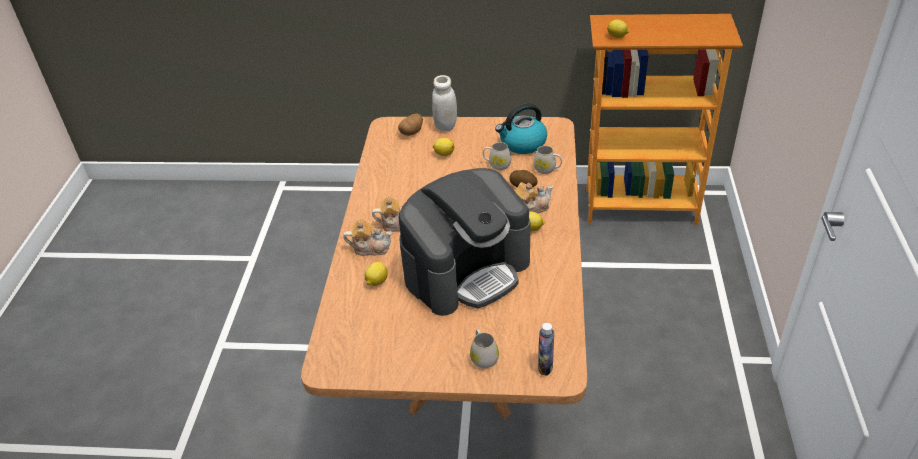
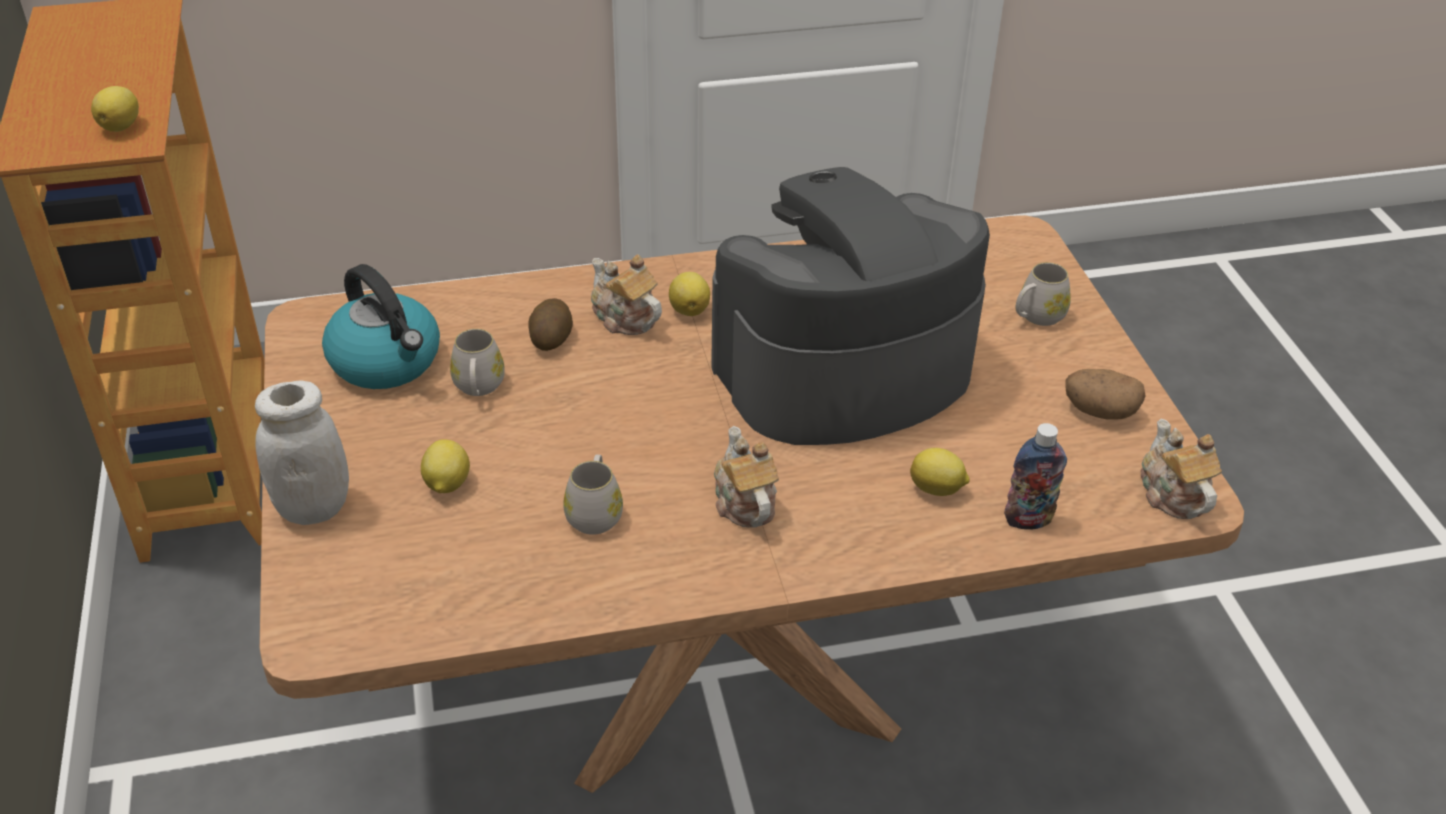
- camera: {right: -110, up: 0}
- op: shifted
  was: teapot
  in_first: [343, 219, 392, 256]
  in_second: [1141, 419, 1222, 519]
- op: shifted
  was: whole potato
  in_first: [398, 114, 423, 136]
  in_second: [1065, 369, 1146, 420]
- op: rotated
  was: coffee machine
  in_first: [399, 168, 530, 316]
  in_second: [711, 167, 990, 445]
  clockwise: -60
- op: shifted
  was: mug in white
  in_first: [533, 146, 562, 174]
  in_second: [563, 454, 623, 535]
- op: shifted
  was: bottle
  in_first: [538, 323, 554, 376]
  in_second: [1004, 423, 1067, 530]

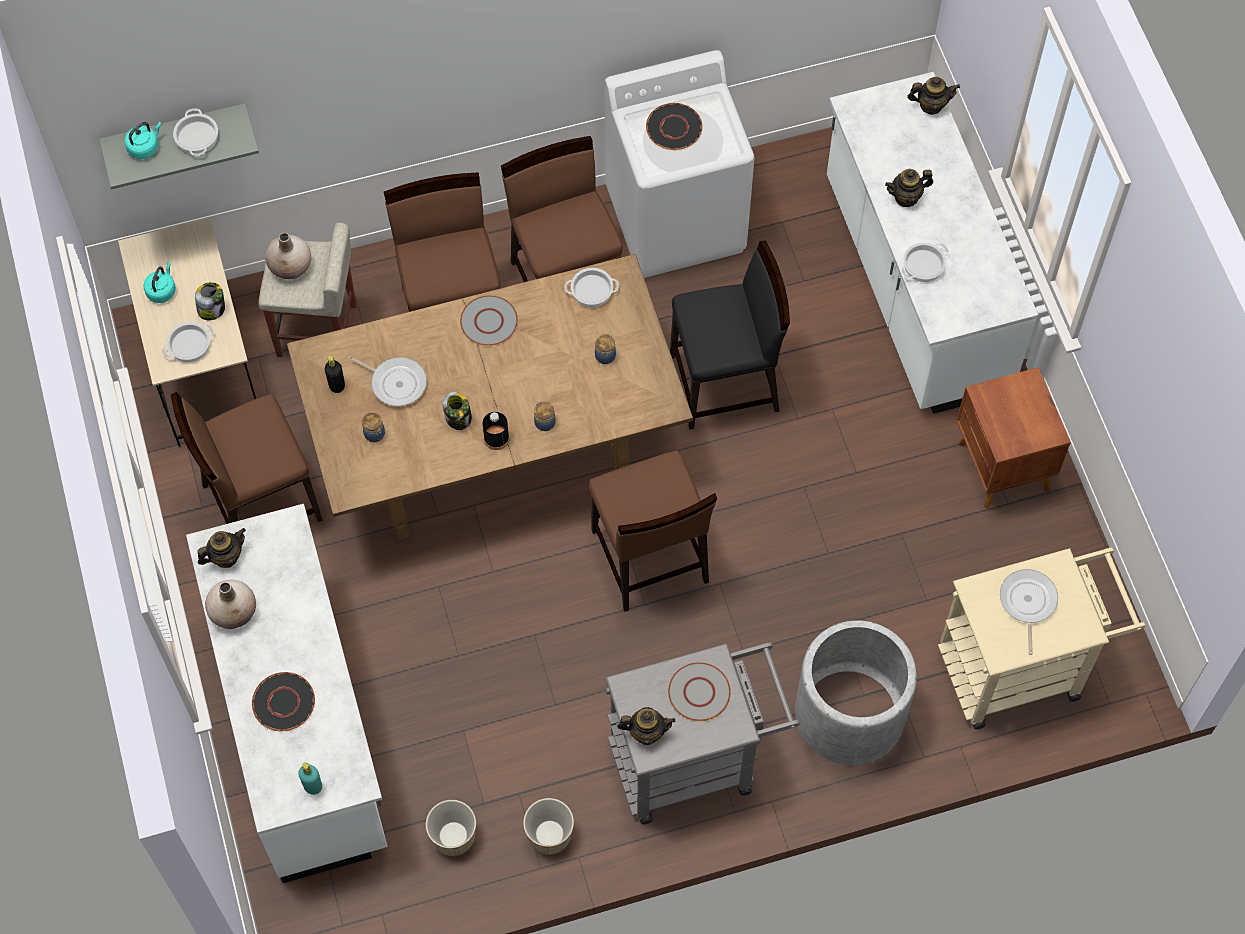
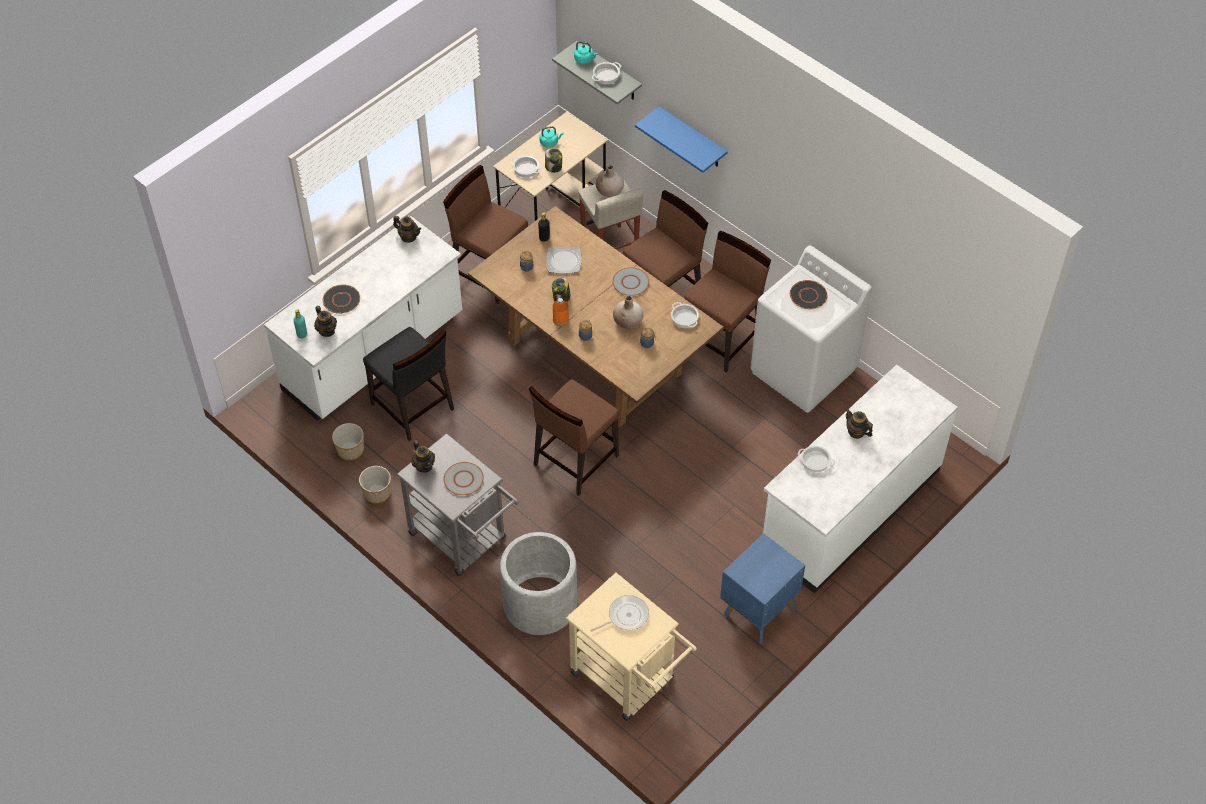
- camera: {right: 60, up: -10}
- op: shifted
  was: decorative vase in sand-coloured
  in_first: [205, 580, 256, 629]
  in_second: [613, 296, 643, 329]
- op: swapped
  was: skillet
  now: dinner plate
  in_first: [348, 356, 427, 406]
  in_second: [546, 247, 581, 274]
- op: repainted
  was: bottle in black-coloured
  now: bottle in orange
  in_first: [482, 412, 509, 450]
  in_second: [553, 298, 569, 326]
- op: shifted
  was: chair in black-coloured
  in_first: [670, 241, 790, 430]
  in_second: [363, 327, 454, 441]
- op: shifted
  was: teapot
  in_first: [907, 77, 960, 115]
  in_second: [314, 306, 337, 337]
- op: repainted
  was: night table in brownish
  now: night table in blue
  in_first: [957, 367, 1071, 509]
  in_second: [720, 533, 805, 644]
- op: new
  now: bracket shelf in blue
  in_second: [635, 106, 727, 173]

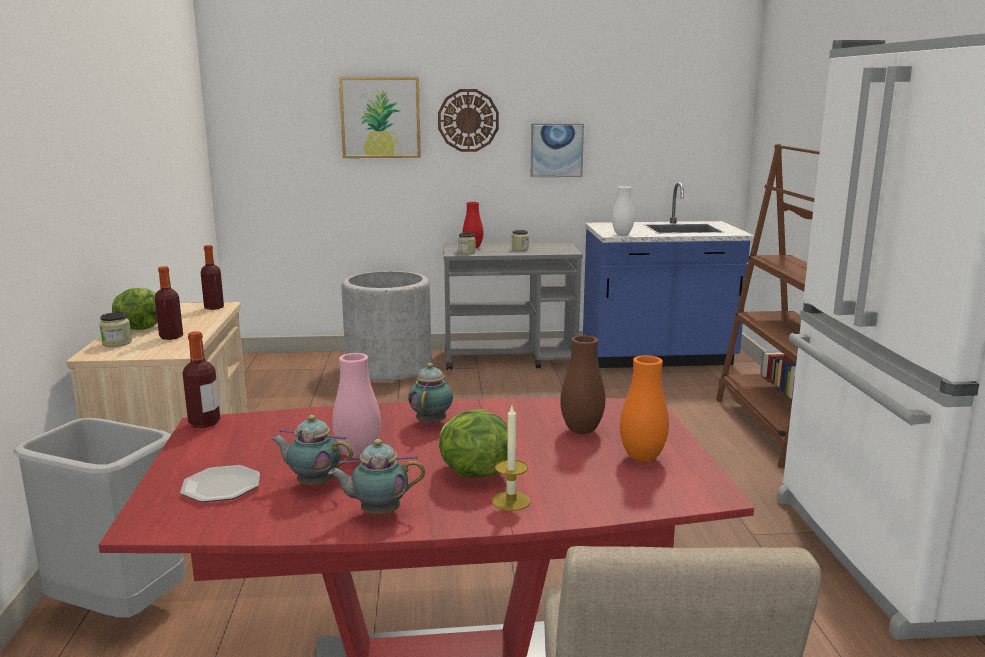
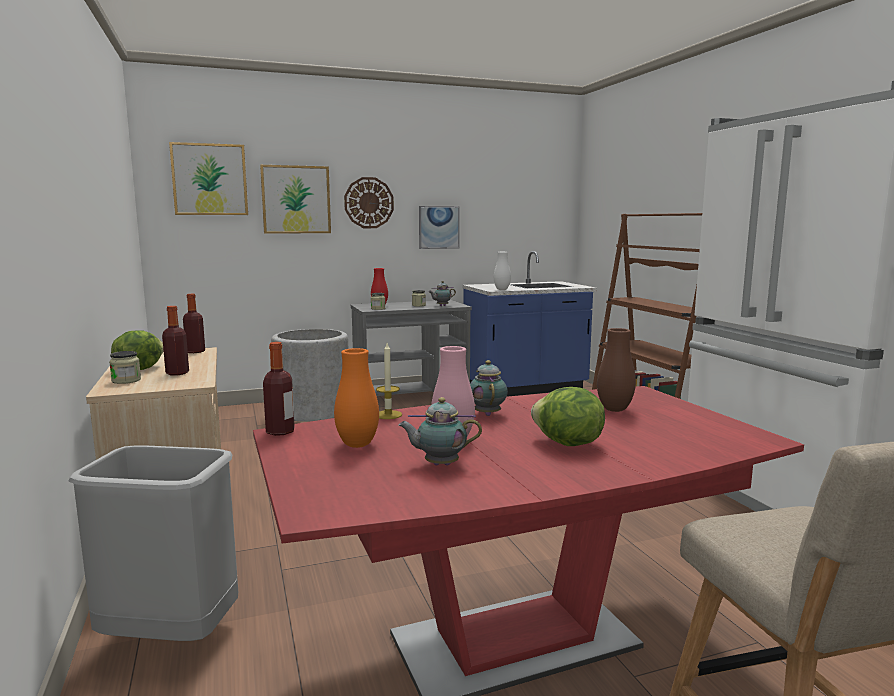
- camera: {right: -15, up: -5}
- op: gone
  was: dinner plate
  in_first: [180, 465, 260, 502]
- op: shifted
  was: teapot
  in_first: [328, 439, 425, 514]
  in_second: [428, 281, 456, 306]
- op: shifted
  was: wax light
  in_first: [492, 406, 531, 511]
  in_second: [376, 343, 402, 419]
- op: shifted
  was: decorative vase in orange
  in_first: [620, 355, 669, 462]
  in_second: [334, 348, 379, 448]
- op: new
  now: picture
  in_second: [169, 142, 248, 215]

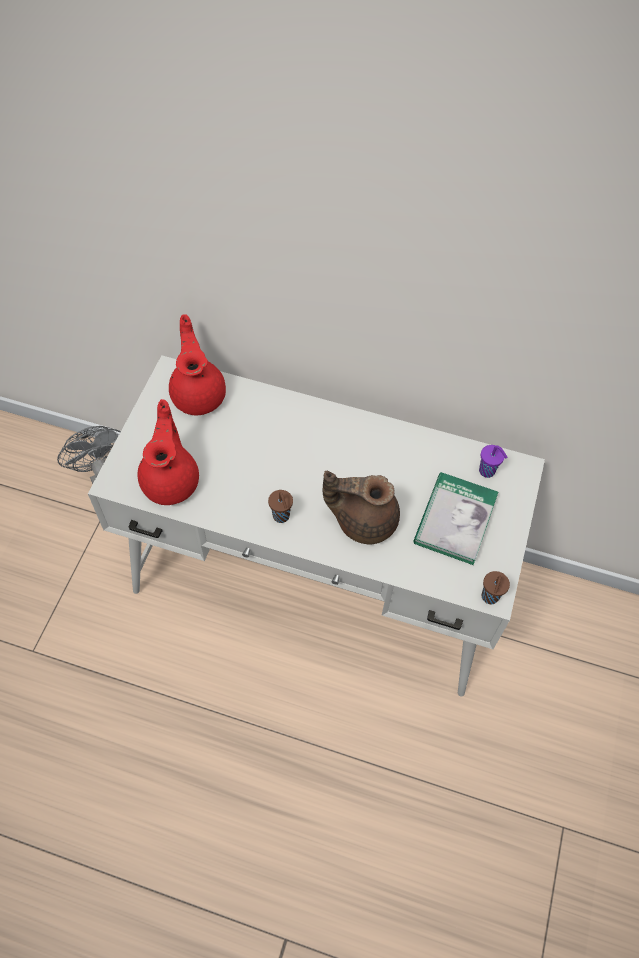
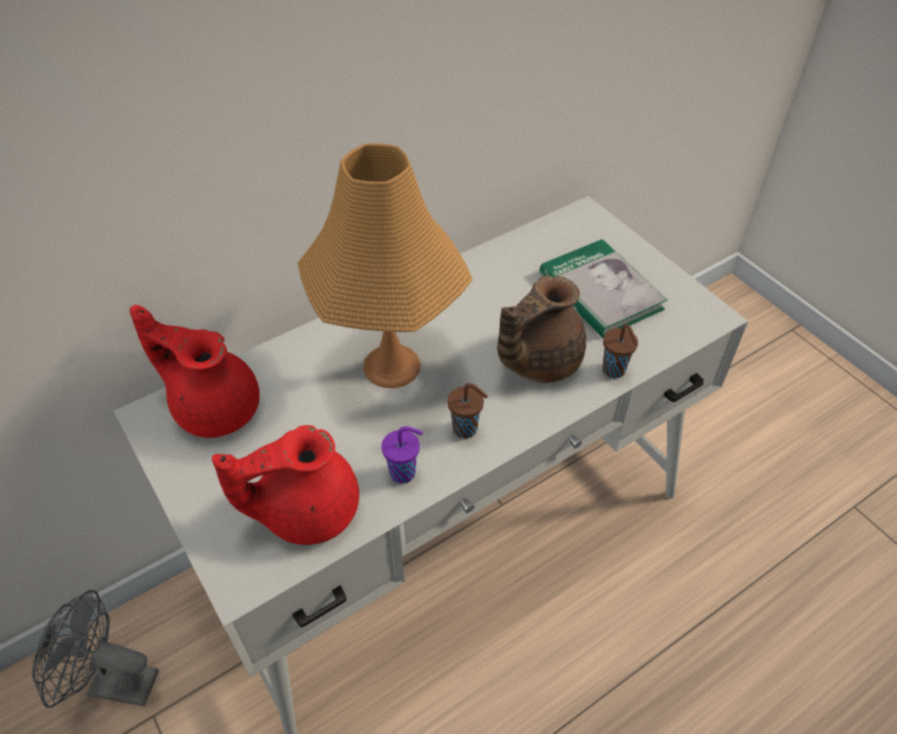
- camera: {right: -50, up: -10}
- op: rotated
  was: teapot in red
  in_first: [137, 399, 199, 505]
  in_second: [212, 425, 359, 545]
  clockwise: -60
- op: shifted
  was: cup in purple-coloured
  in_first: [479, 445, 507, 478]
  in_second: [381, 426, 423, 484]
- op: shifted
  was: cup in brownish
  in_first: [482, 571, 510, 604]
  in_second: [602, 324, 638, 378]
- op: new
  now: lamp for a table in orange
  in_second: [298, 143, 473, 388]

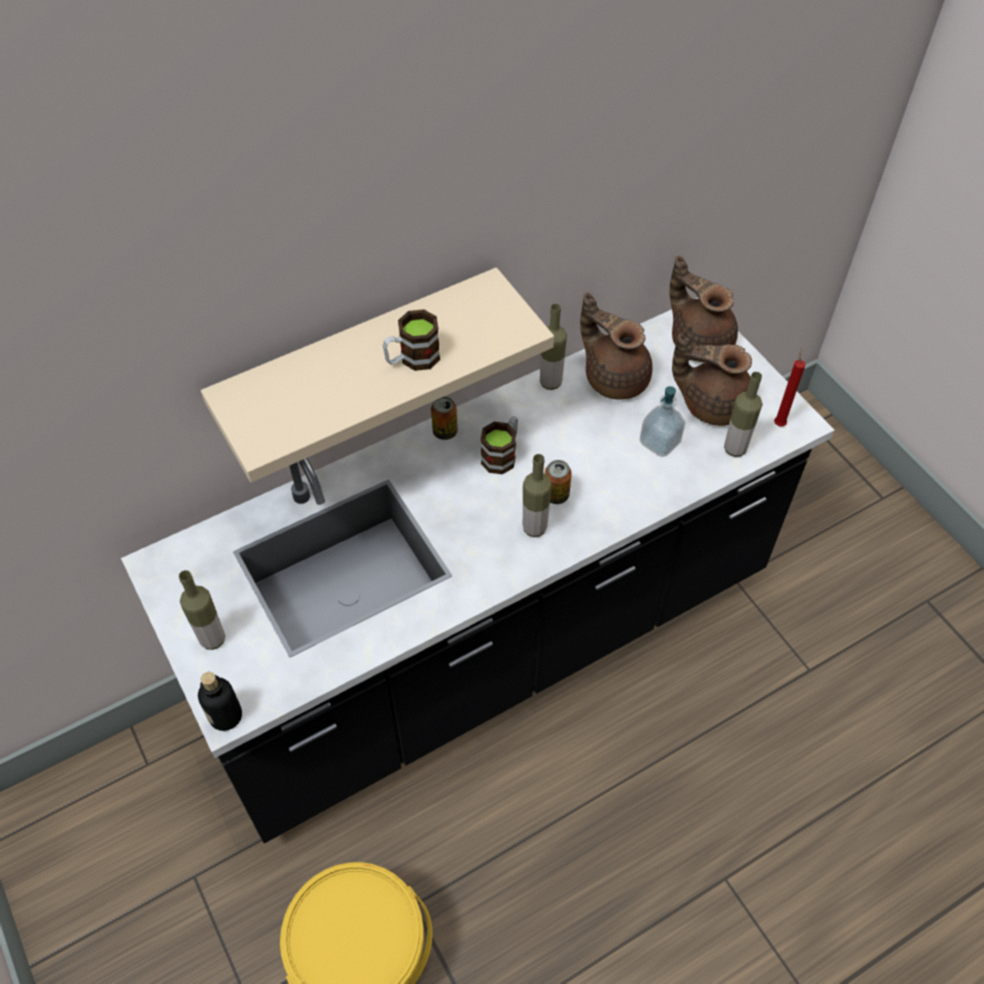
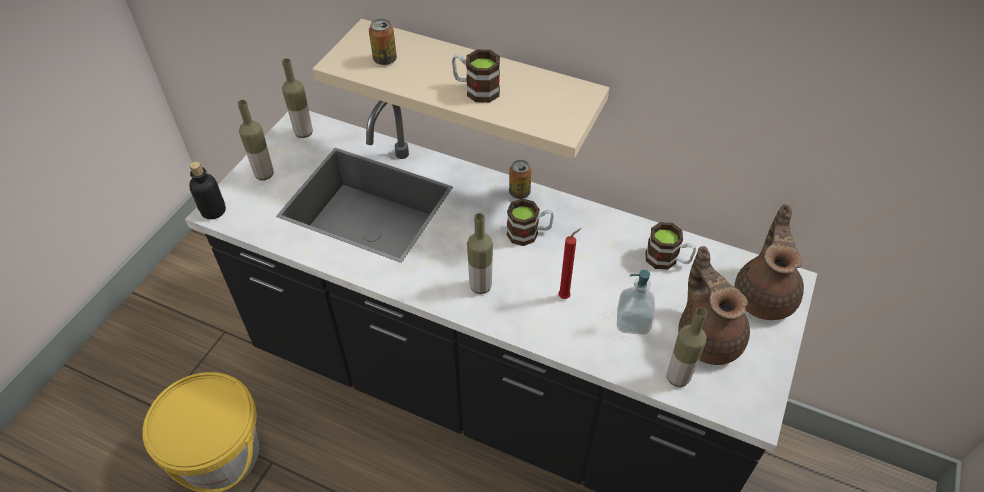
- camera: {right: 55, up: -5}
- op: shifted
  was: bottle
  in_first: [540, 304, 567, 390]
  in_second: [282, 58, 313, 138]
- op: shifted
  was: sealed can
  in_first: [545, 460, 572, 504]
  in_second: [369, 18, 397, 65]
- op: swapped
  was: teapot in brownish
  now: mug
  in_first: [580, 292, 652, 400]
  in_second: [645, 222, 696, 270]
- op: shifted
  was: wax light in red
  in_first: [774, 348, 806, 427]
  in_second: [558, 228, 581, 299]

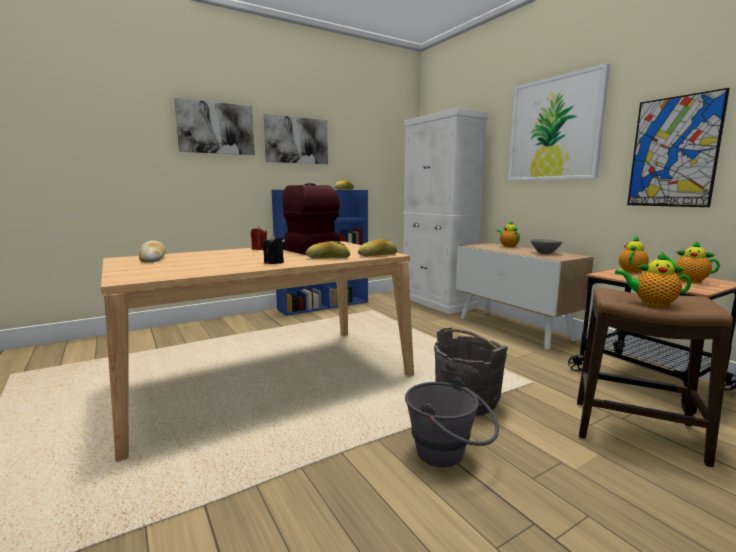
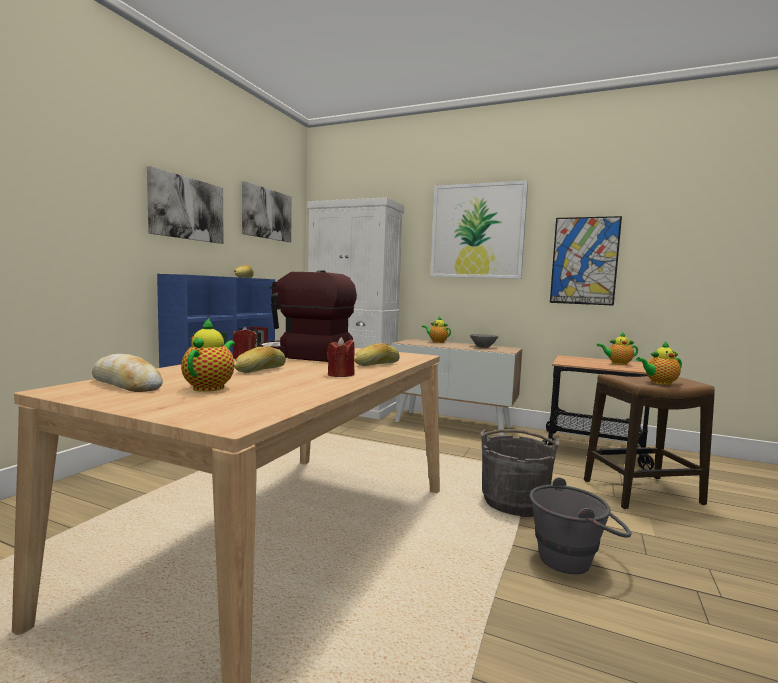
- camera: {right: -35, up: -5}
- op: shifted
  was: picture
  in_first: [174, 98, 255, 155]
  in_second: [242, 181, 292, 242]
- op: repainted
  was: wax light in black-coloured
  now: wax light in red
  in_first: [263, 234, 284, 264]
  in_second: [327, 337, 355, 377]
- op: shifted
  was: bakery bread
  in_first: [358, 239, 397, 256]
  in_second: [235, 346, 286, 373]
- op: shifted
  was: teapot
  in_first: [619, 236, 649, 273]
  in_second: [181, 319, 235, 392]

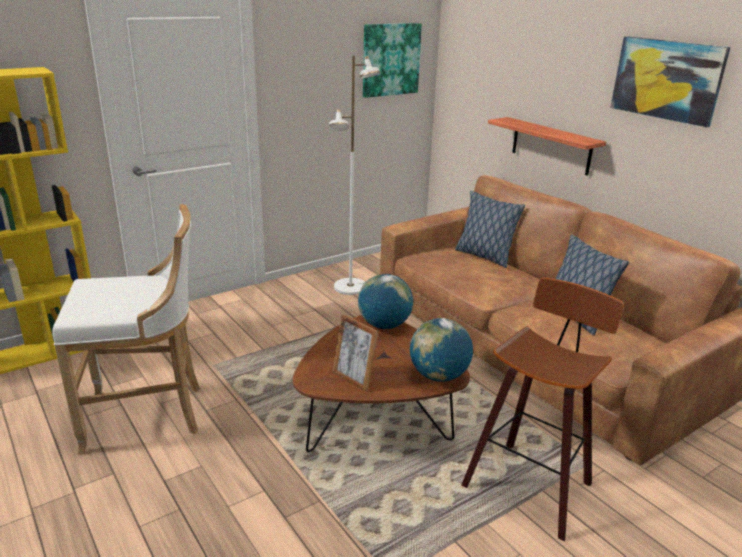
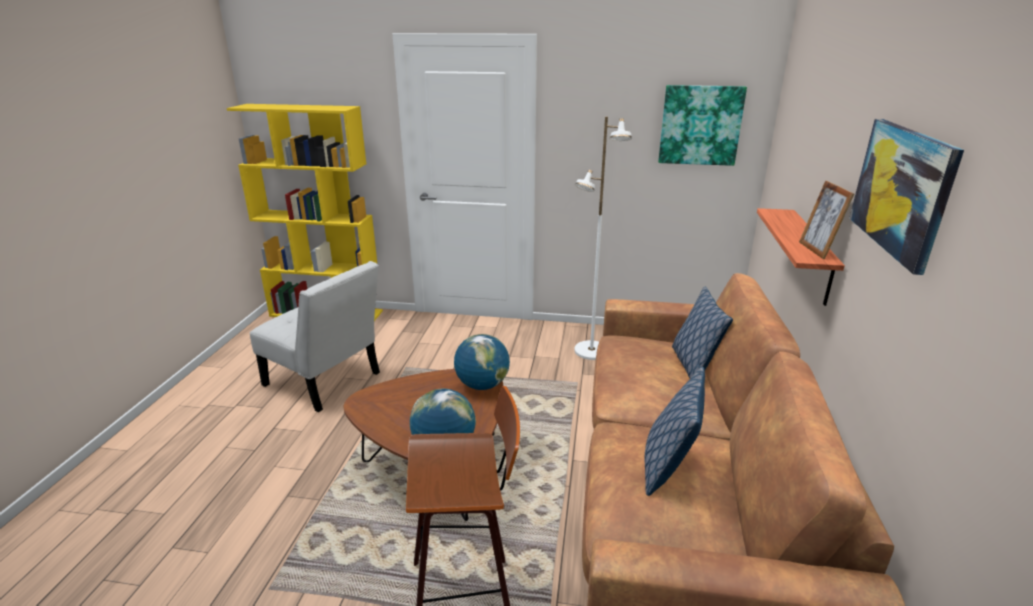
- camera: {right: 45, up: 0}
- op: swapped
  was: stool seat in white
  now: chair in white
  in_first: [52, 204, 200, 455]
  in_second: [250, 261, 380, 412]
- op: shifted
  was: picture frame
  in_first: [333, 314, 378, 392]
  in_second: [799, 180, 854, 259]

